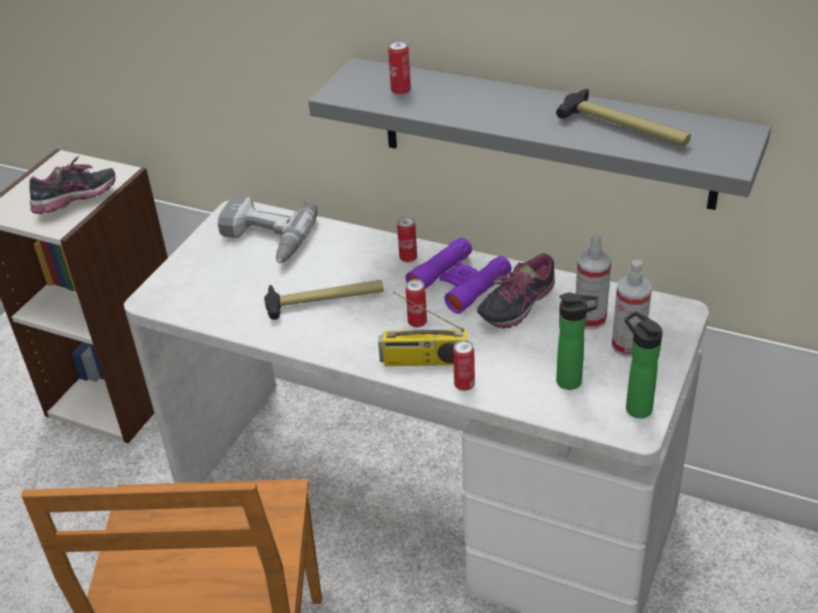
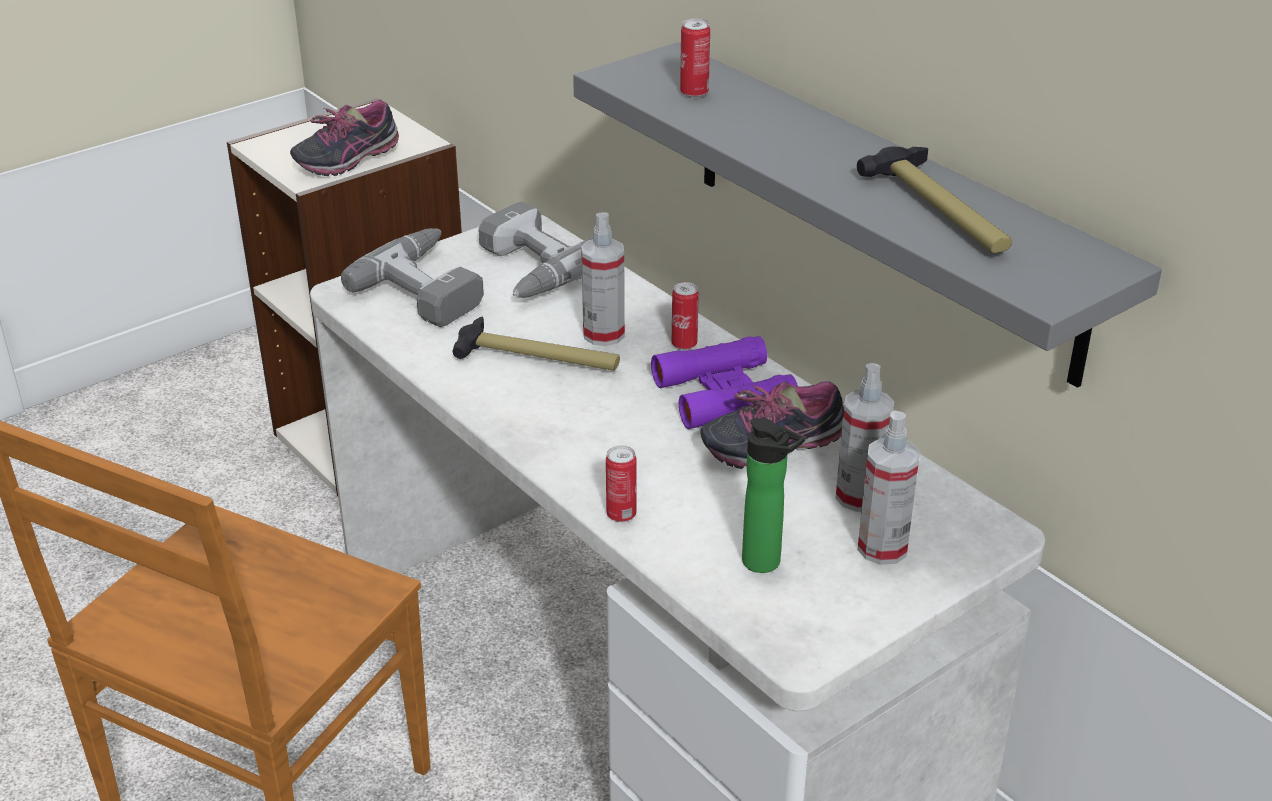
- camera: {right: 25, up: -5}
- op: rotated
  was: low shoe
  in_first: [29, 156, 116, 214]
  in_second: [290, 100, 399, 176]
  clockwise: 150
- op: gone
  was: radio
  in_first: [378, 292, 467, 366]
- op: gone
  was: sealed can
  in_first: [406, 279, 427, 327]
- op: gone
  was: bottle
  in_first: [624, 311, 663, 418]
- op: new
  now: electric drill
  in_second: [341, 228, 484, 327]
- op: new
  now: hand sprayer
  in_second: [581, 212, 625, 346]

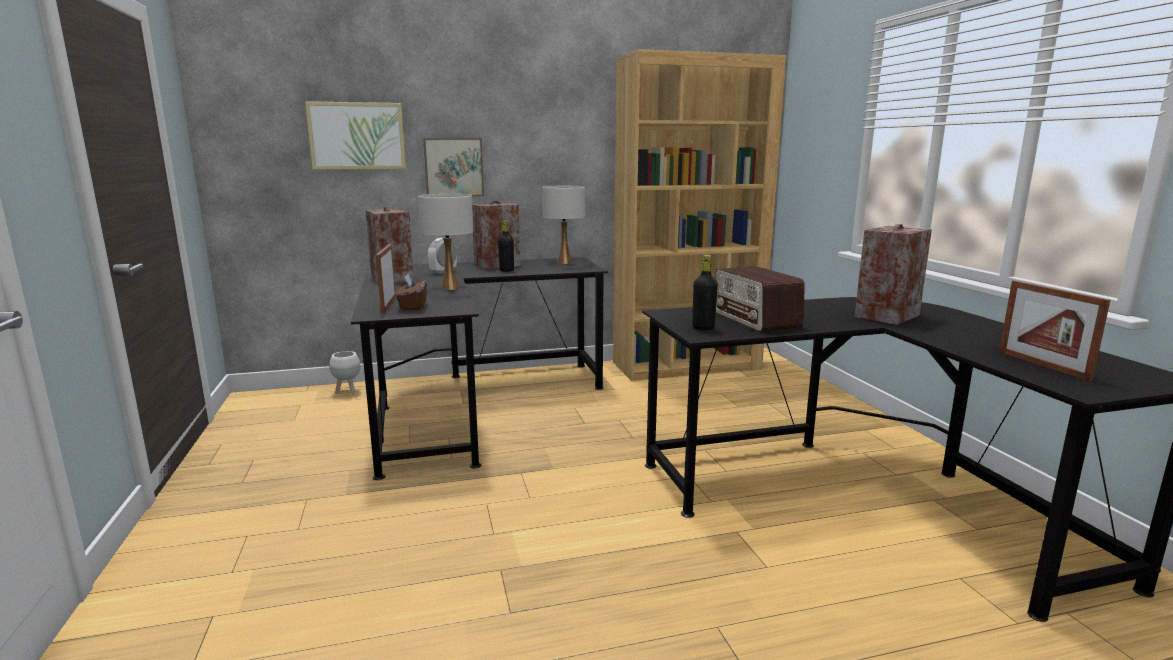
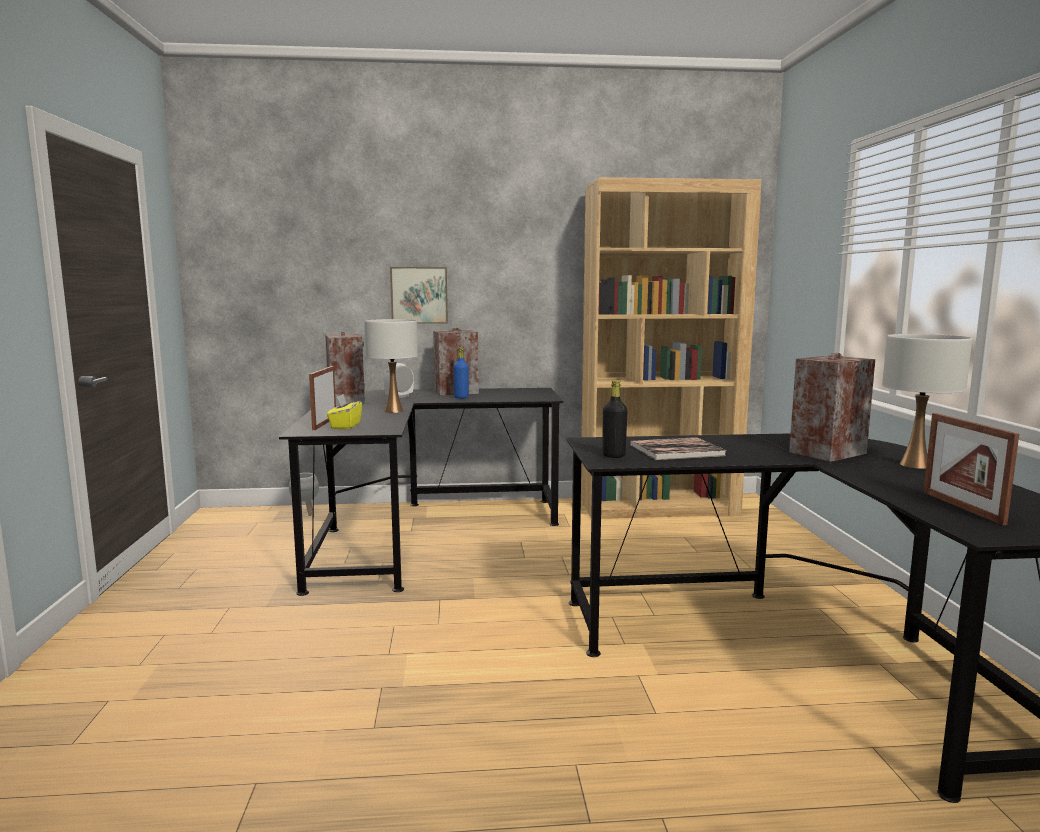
- camera: {right: 10, up: -5}
- op: gone
  was: picture
  in_first: [305, 101, 406, 170]
- op: repainted
  was: box of tissues in brownish
  now: box of tissues in yellow-coloured
  in_first: [396, 274, 427, 310]
  in_second: [327, 394, 362, 429]
- op: repainted
  was: bottle in black-coloured
  now: bottle in blue
  in_first: [498, 220, 514, 272]
  in_second: [453, 347, 469, 399]
- op: shifted
  was: lamp for a table in white
  in_first: [542, 186, 585, 264]
  in_second: [882, 334, 972, 469]
- op: swapped
  was: radio
  now: book
  in_first: [715, 266, 805, 332]
  in_second: [630, 437, 727, 460]

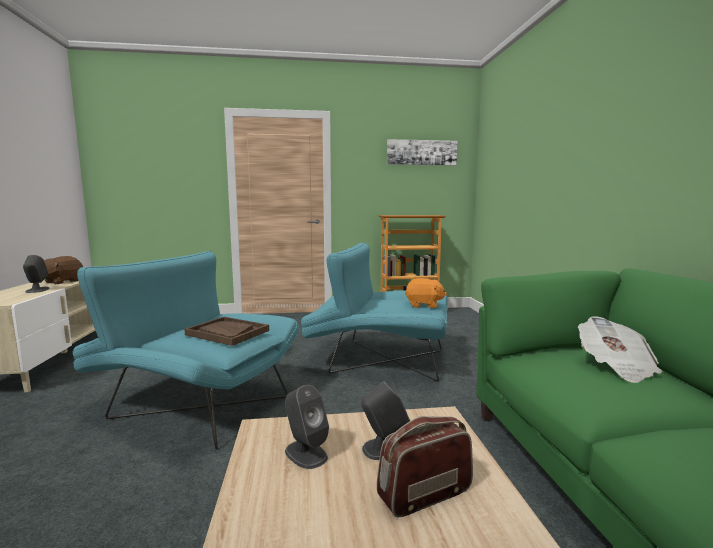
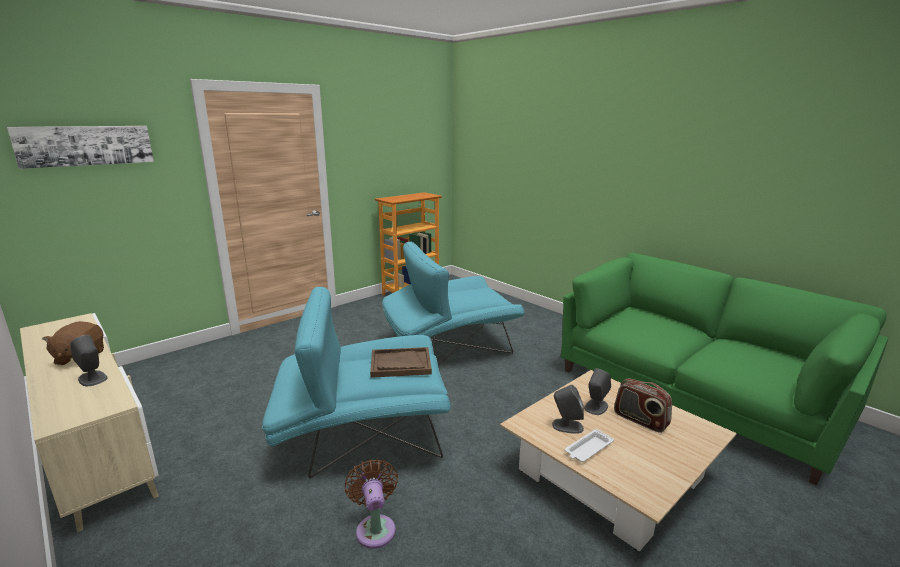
- camera: {right: -35, up: 10}
- op: rotated
  was: radio
  in_first: [377, 416, 473, 517]
  in_second: [614, 379, 672, 433]
  clockwise: -75
- op: shifted
  was: picture
  in_first: [387, 139, 457, 166]
  in_second: [7, 126, 154, 169]
- op: gone
  was: cuddly toy in orange
  in_first: [405, 278, 447, 308]
- op: gone
  was: printed paper
  in_first: [578, 316, 662, 383]
- op: new
  now: fan in brownish
  in_second: [345, 459, 398, 548]
- op: new
  now: serving tray in white
  in_second: [565, 429, 614, 462]

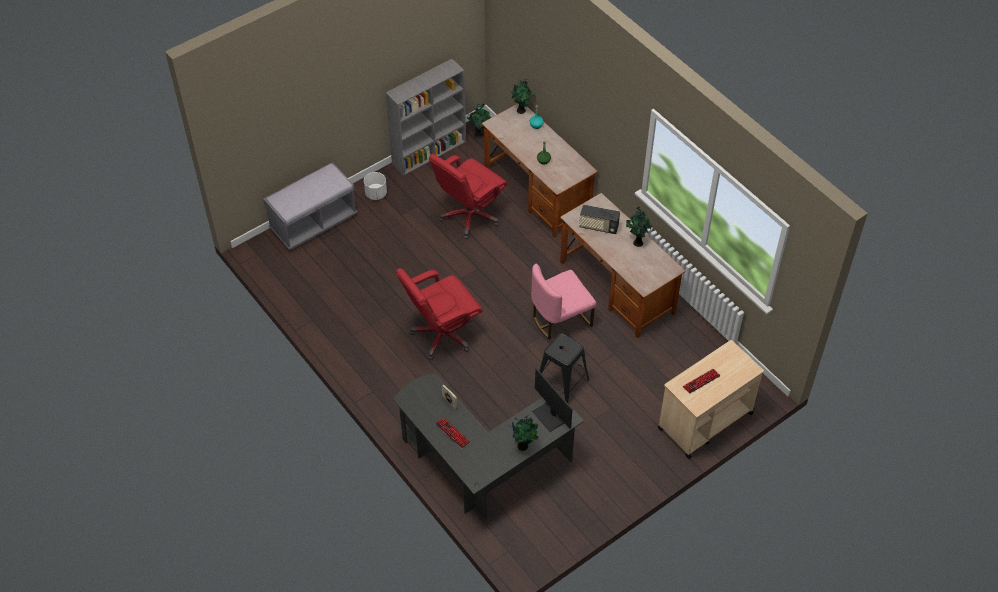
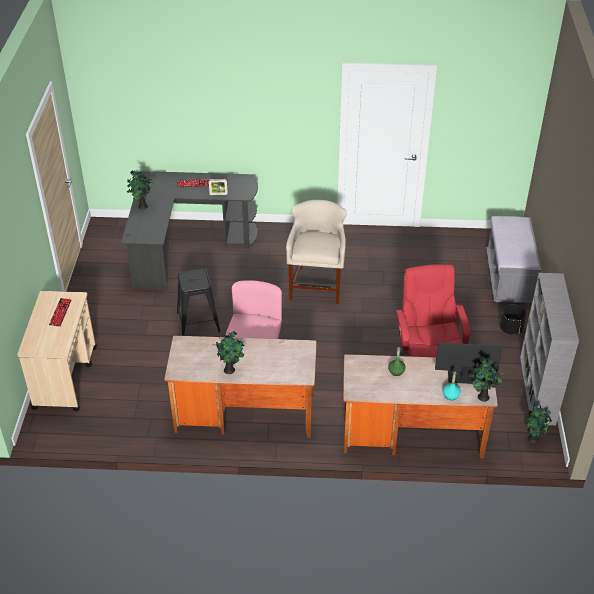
- camera: {right: 130, up: -10}
- op: repainted
  was: plant pot in white
  now: plant pot in black-coloured
  in_first: [364, 172, 387, 200]
  in_second: [500, 305, 527, 335]
- op: swapped
  was: computer chair in red
  now: stool seat in sand-coloured
  in_first: [396, 268, 483, 360]
  in_second: [286, 200, 346, 305]
- op: shifted
  was: computer display
  in_first: [532, 368, 572, 432]
  in_second: [435, 342, 503, 384]
- op: gone
  was: radio
  in_first: [579, 204, 620, 234]

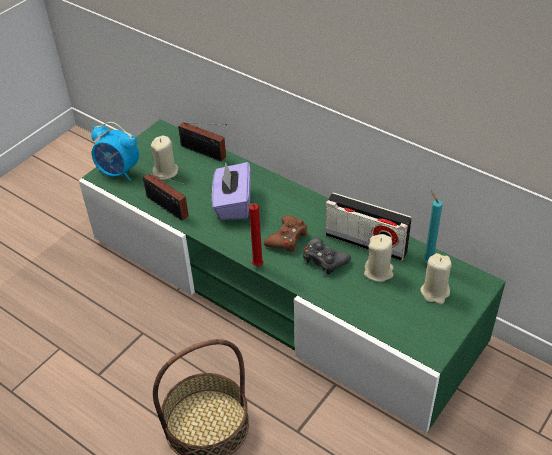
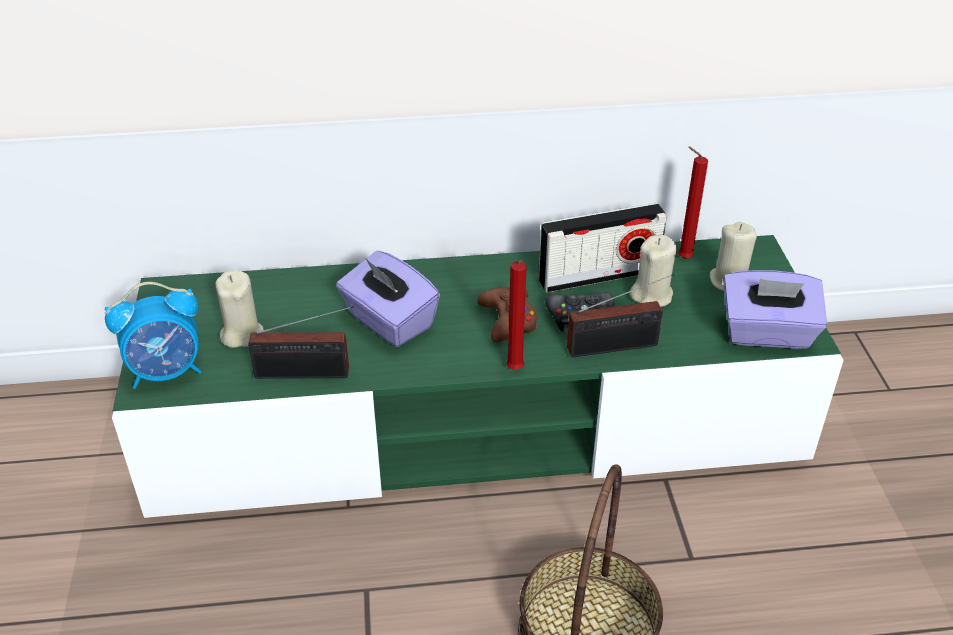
- camera: {right: -45, up: -5}
- op: shifted
  was: radio
  in_first: [178, 122, 227, 162]
  in_second: [567, 274, 674, 357]
- op: repainted
  was: wax light in turquoise-coloured
  now: wax light in red
  in_first: [423, 190, 443, 263]
  in_second: [678, 147, 708, 259]
- op: new
  now: box of tissues in purple-coloured
  in_second: [723, 270, 827, 349]

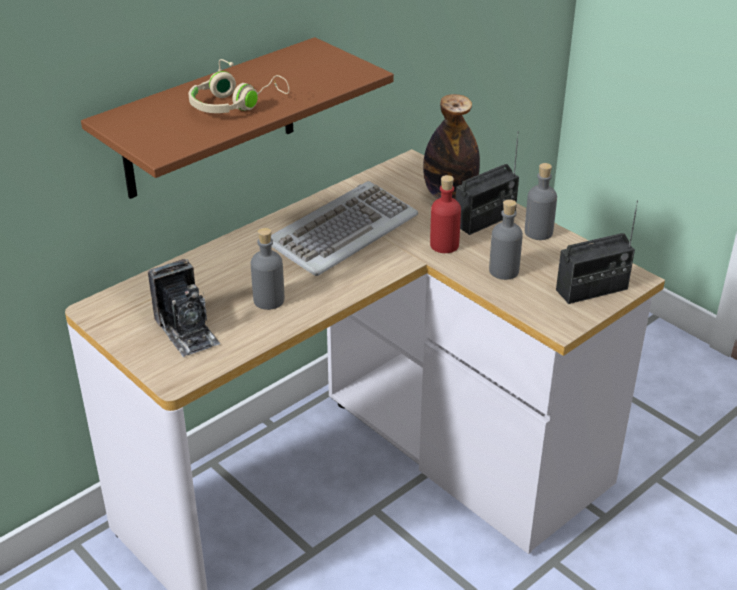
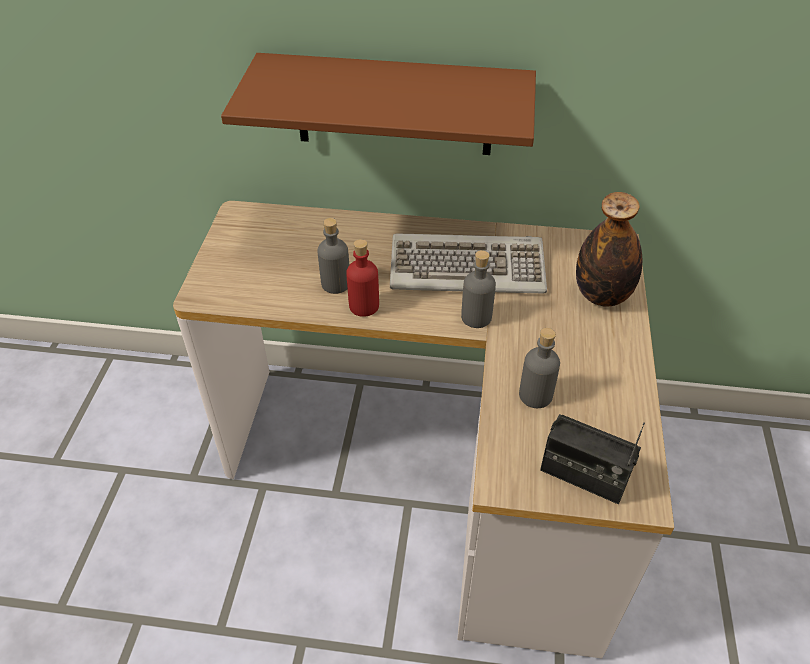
- camera: {right: 50, up: 10}
- op: gone
  was: photo camera
  in_first: [148, 259, 220, 357]
- op: gone
  was: headset in sand-coloured
  in_first: [189, 59, 289, 113]
- op: shifted
  was: bottle in red
  in_first: [430, 175, 461, 253]
  in_second: [346, 239, 379, 317]
- op: gone
  was: radio
  in_first: [456, 131, 519, 235]
- op: shifted
  was: bottle in grey
  in_first: [525, 163, 557, 240]
  in_second: [461, 250, 496, 328]

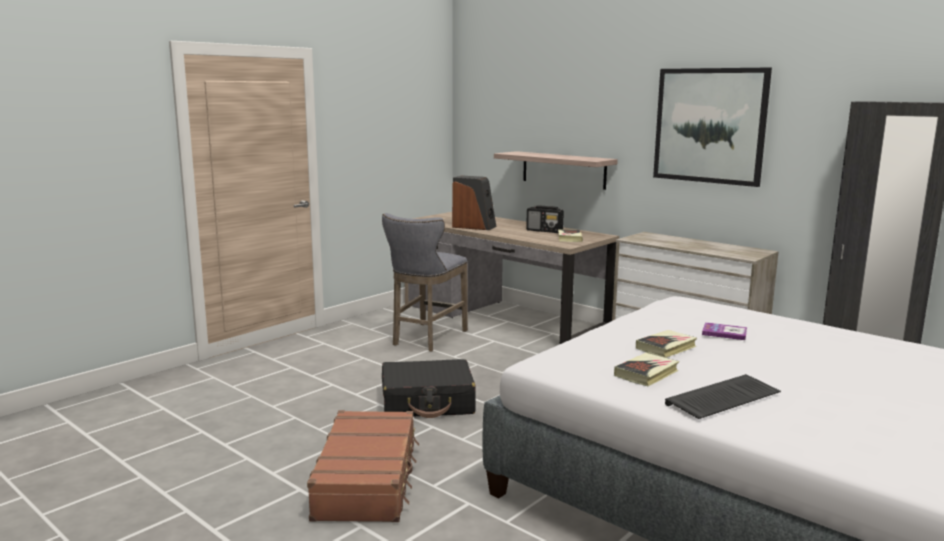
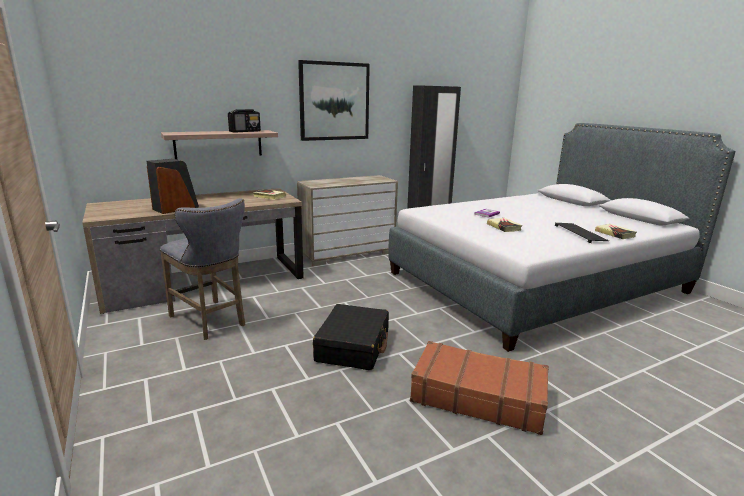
- camera: {right: -70, up: 5}
- op: shifted
  was: radio
  in_first: [526, 205, 564, 233]
  in_second: [228, 109, 261, 132]
- op: shifted
  was: book
  in_first: [614, 353, 679, 386]
  in_second: [595, 224, 637, 239]

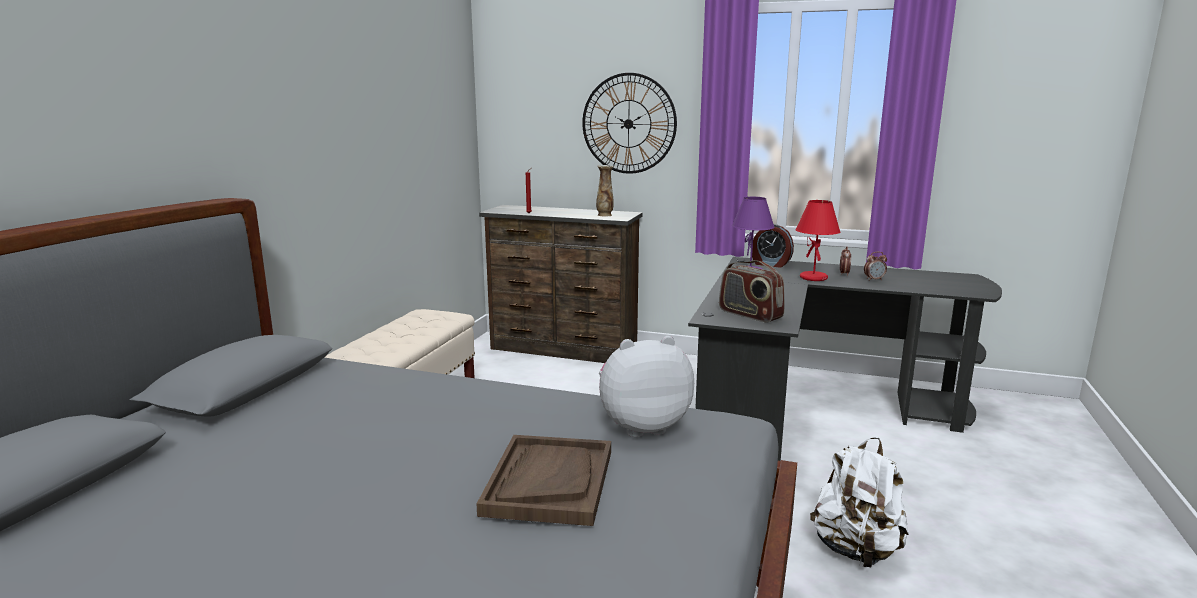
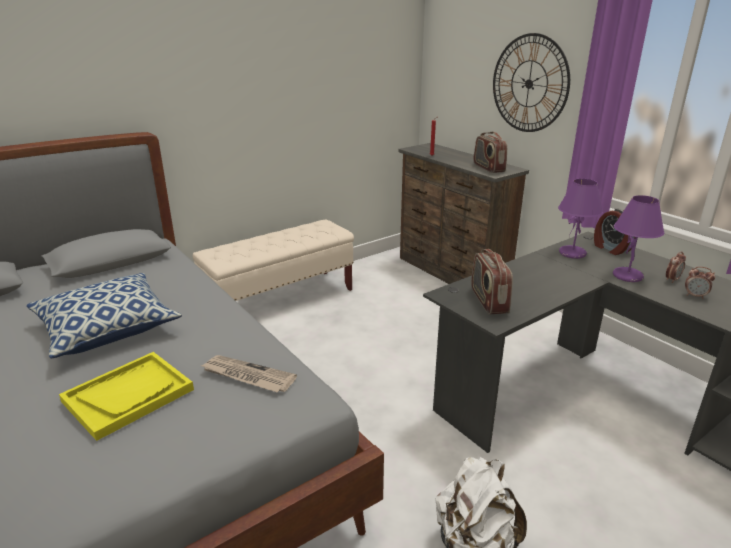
- camera: {right: 35, up: 10}
- op: repainted
  was: serving tray in brownish
  now: serving tray in yellow-coloured
  in_first: [476, 435, 611, 526]
  in_second: [59, 352, 194, 441]
- op: swapped
  was: decorative vase
  now: radio
  in_first: [596, 165, 614, 216]
  in_second: [473, 132, 507, 173]
- op: swapped
  was: cuddly toy
  now: printed paper
  in_first: [599, 336, 694, 437]
  in_second: [200, 355, 297, 392]
- op: repainted
  was: lamp for a table in red
  now: lamp for a table in purple-coloured
  in_first: [795, 200, 840, 281]
  in_second: [613, 195, 664, 282]
- op: new
  now: throw pillow
  in_second: [26, 273, 182, 358]

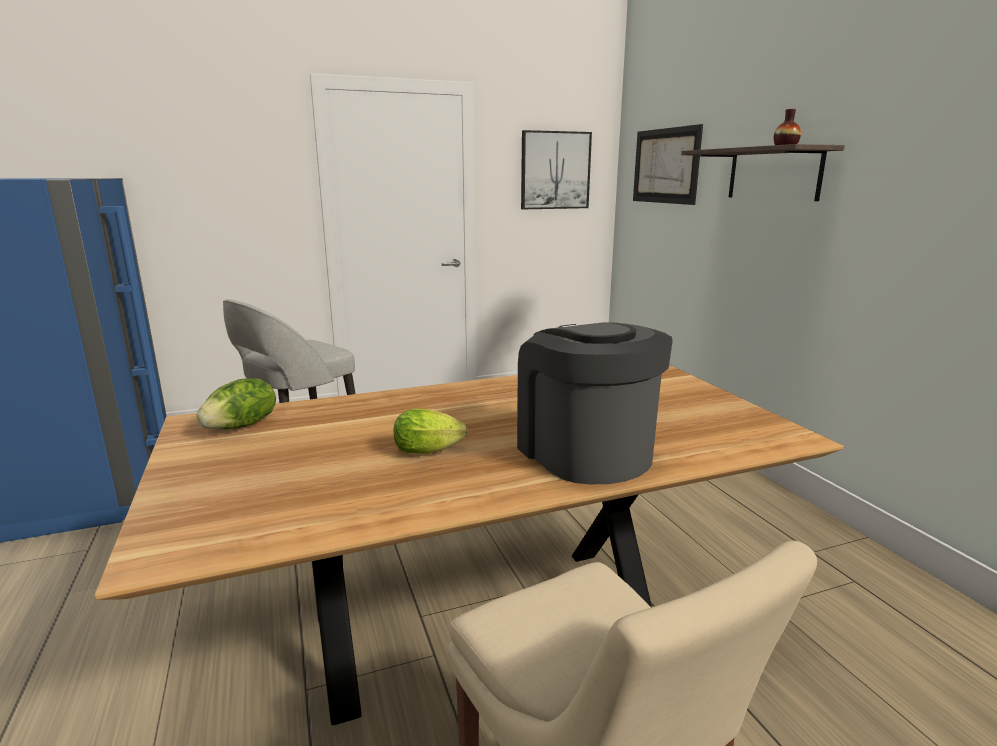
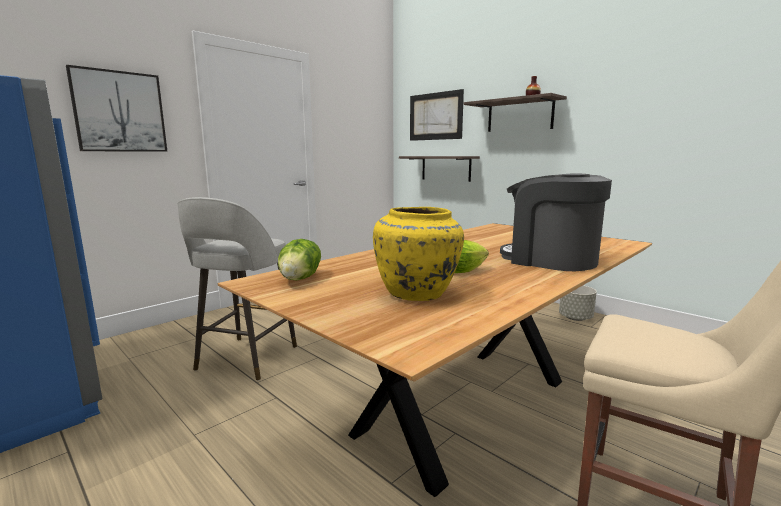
- camera: {right: -25, up: -5}
- op: shifted
  was: picture
  in_first: [521, 130, 592, 209]
  in_second: [66, 65, 167, 152]
- op: new
  now: decorative vase in yellow-coloured
  in_second: [373, 207, 464, 301]
- op: new
  now: bracket shelf
  in_second: [399, 156, 480, 182]
- op: new
  now: plant pot in grey
  in_second: [559, 285, 597, 321]

